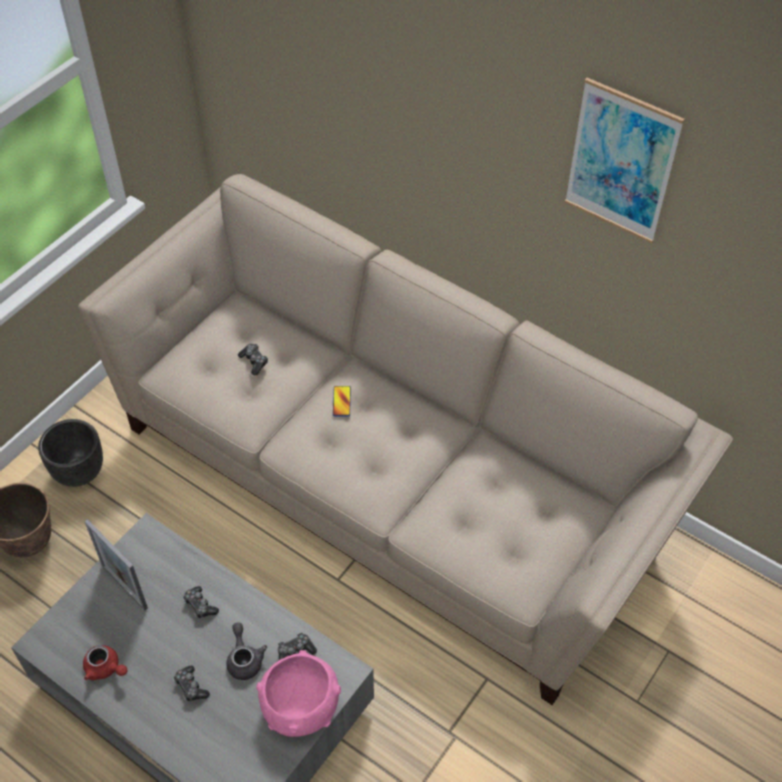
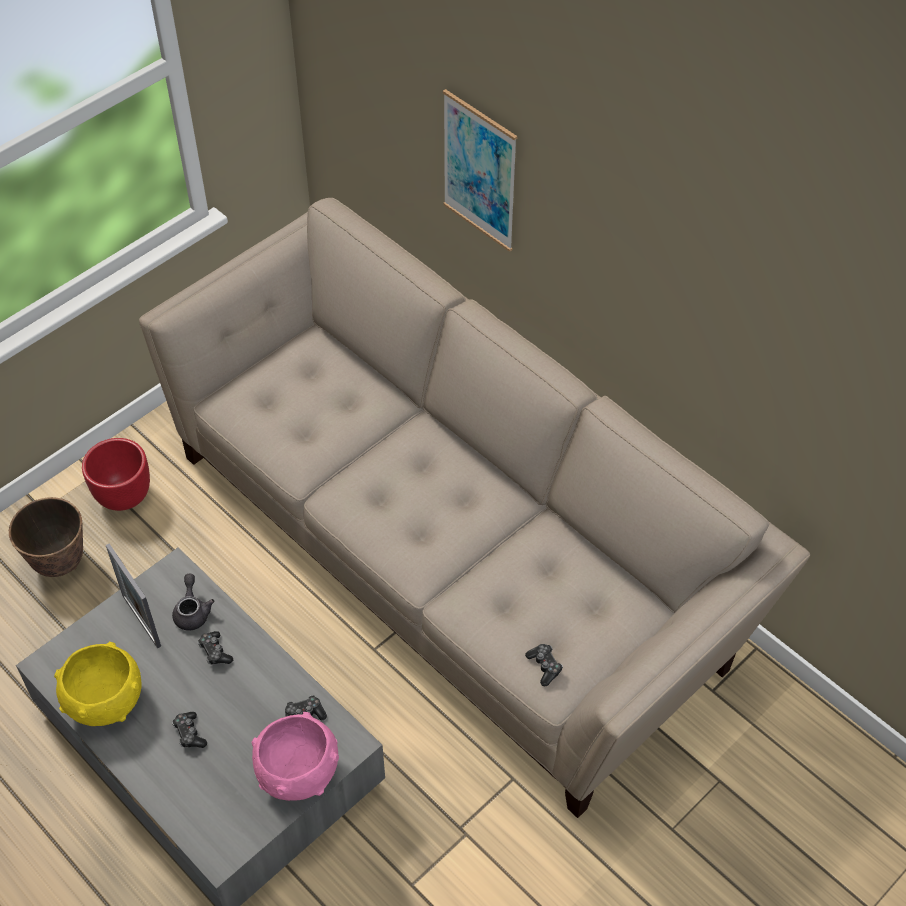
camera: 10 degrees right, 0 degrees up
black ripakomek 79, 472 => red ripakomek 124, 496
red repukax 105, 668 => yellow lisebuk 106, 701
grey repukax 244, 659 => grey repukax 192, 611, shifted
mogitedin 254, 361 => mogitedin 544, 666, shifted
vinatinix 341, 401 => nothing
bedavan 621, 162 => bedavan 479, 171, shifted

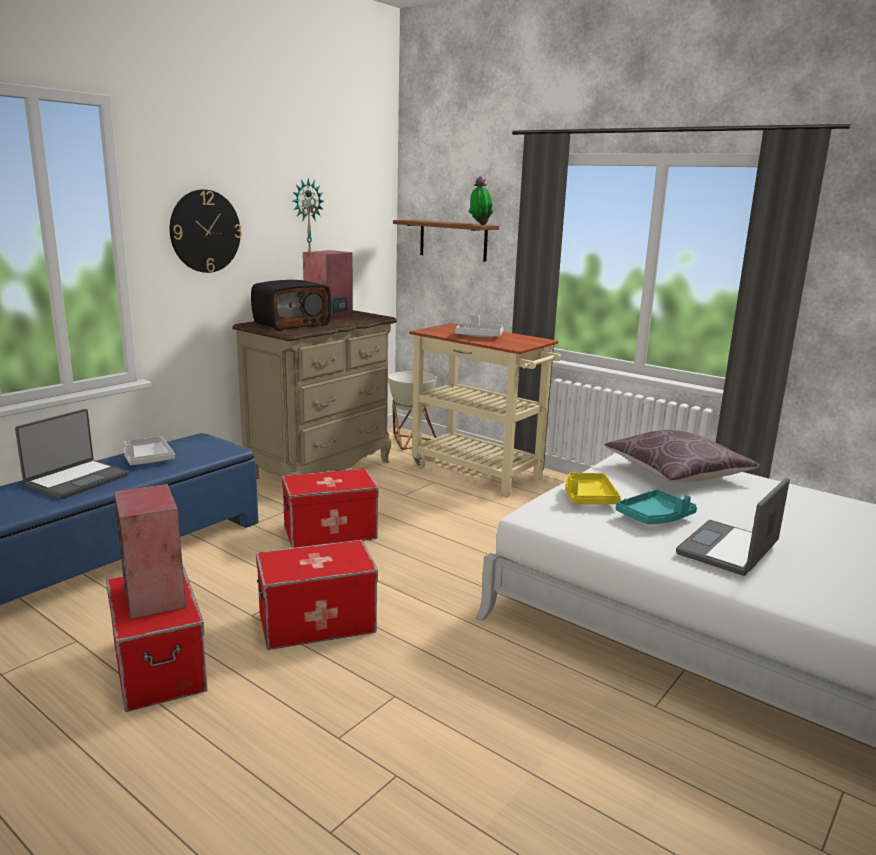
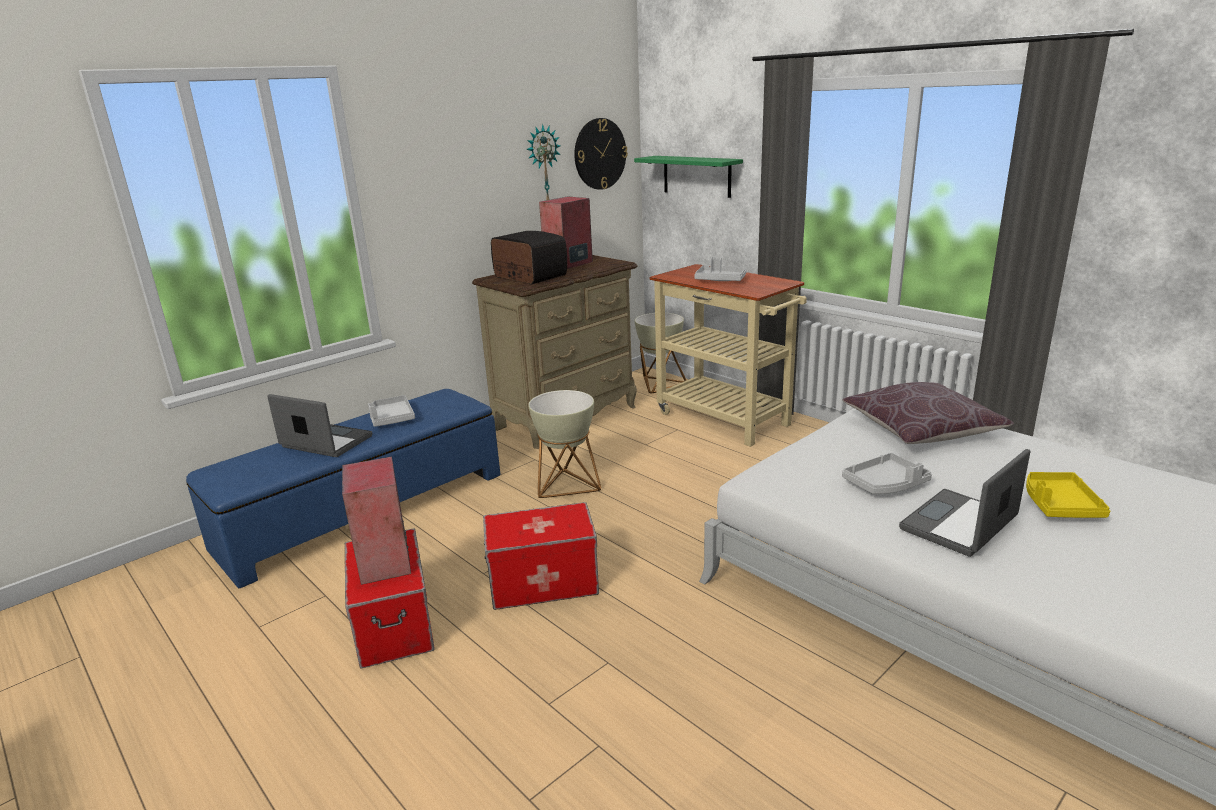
camera: 10 degrees right, 5 degrees up
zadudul 76, 480 => zadudul 325, 442, 105 degrees counterclockwise
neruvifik 205, 231 => neruvifik 600, 154, shifted
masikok 291, 324 => masikok 529, 277, 105 degrees counterclockwise
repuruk 330, 532 => ripakomek 568, 485
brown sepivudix 453, 240 => green sepivudix 696, 176
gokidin 480, 224 => nothing
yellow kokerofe 588, 497 => yellow kokerofe 1059, 505, shifted
turquoise kokerofe 655, 517 => grey kokerofe 885, 484

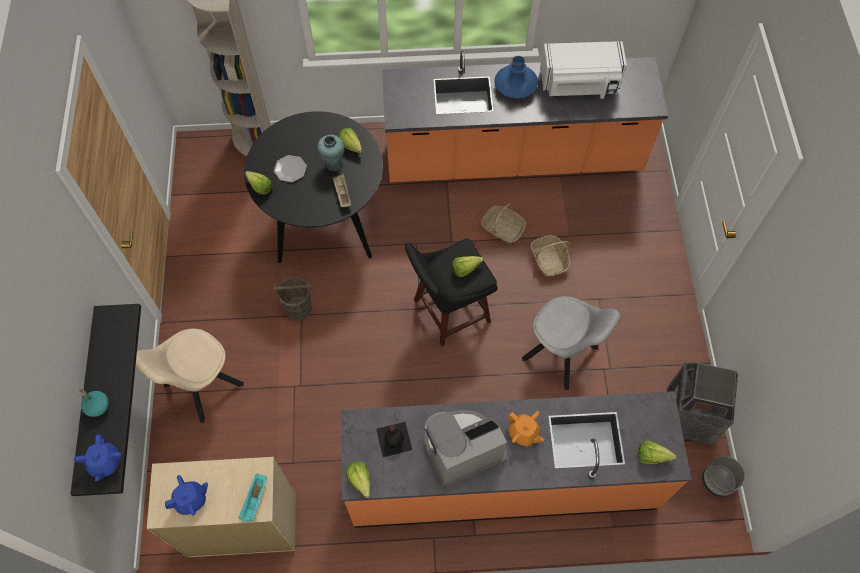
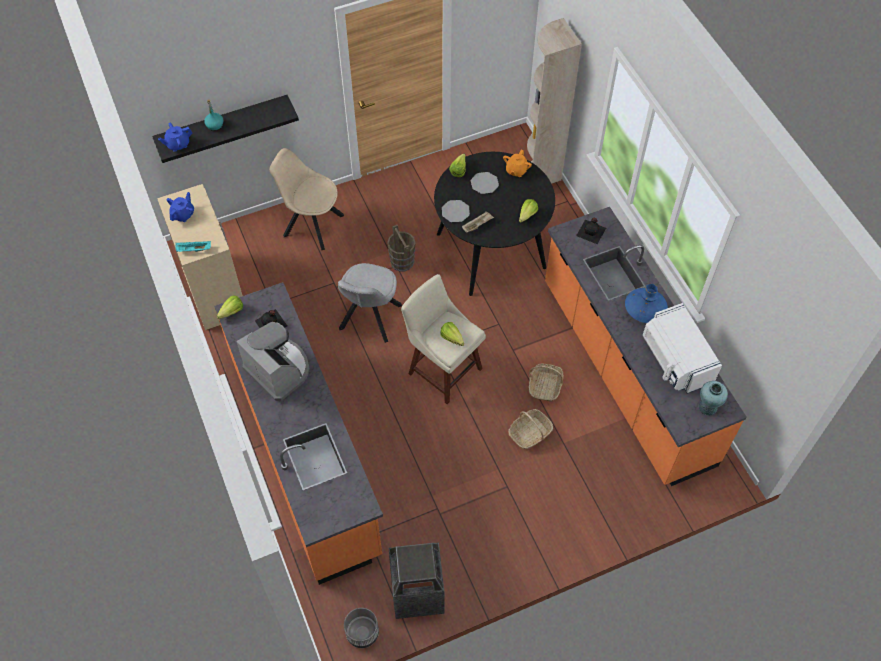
camera: 70 degrees right, 5 degrees down
blue repukax 191, 500 => blue repukax 183, 214, 105 degrees counterclockwise
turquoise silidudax 333, 163 => turquoise silidudax 707, 407, shifted
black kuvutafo 448, 312 => beige kuvutafo 443, 369
orange repukax 523, 433 => orange repukax 516, 170, shifted
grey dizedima 562, 354 => grey dizedima 370, 318, shifted
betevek 655, 457 => nothing
nothing => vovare 455, 212
nothing => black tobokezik 591, 231

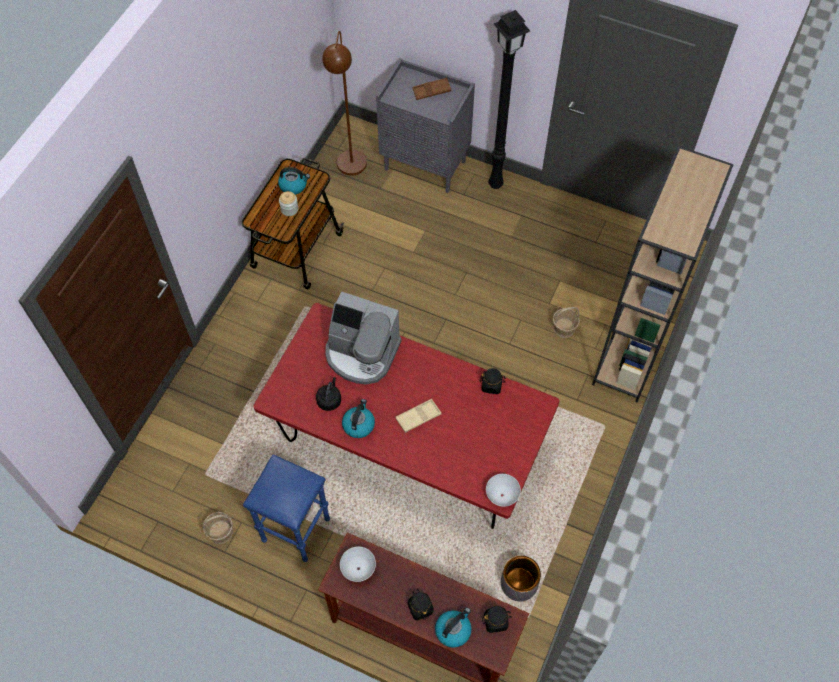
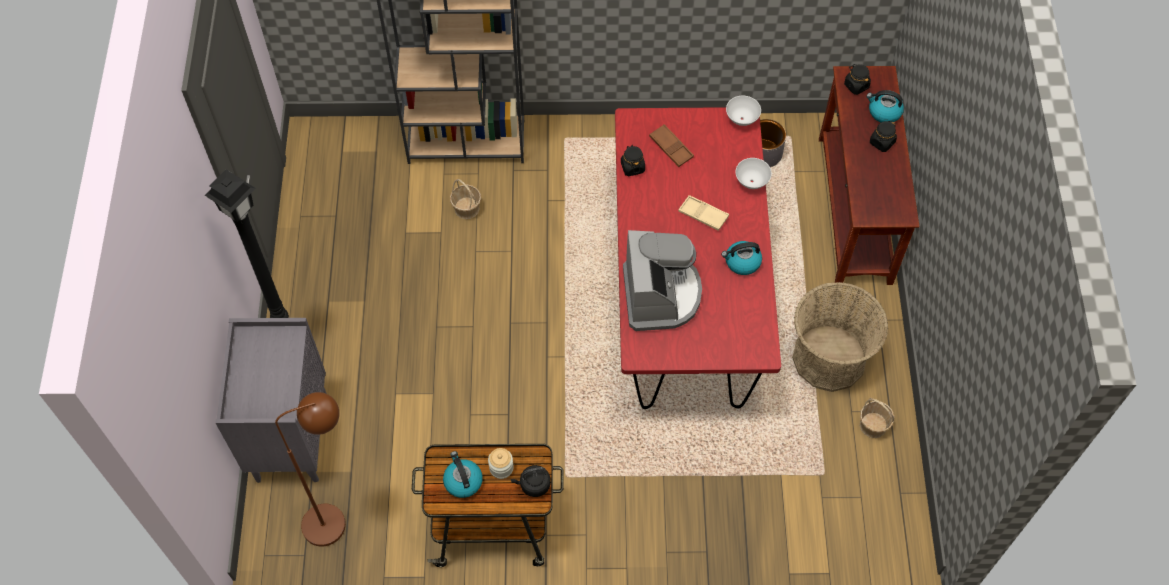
camera: 115 degrees left, 0 degrees up
blue kuvutafo 294, 530 => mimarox 829, 358
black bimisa 329, 400 => black bimisa 533, 485, shifted
white lisebuk 358, 569 => white lisebuk 752, 182, shifted
brown kokerofe 431, 91 => brown kokerofe 671, 148, shifted

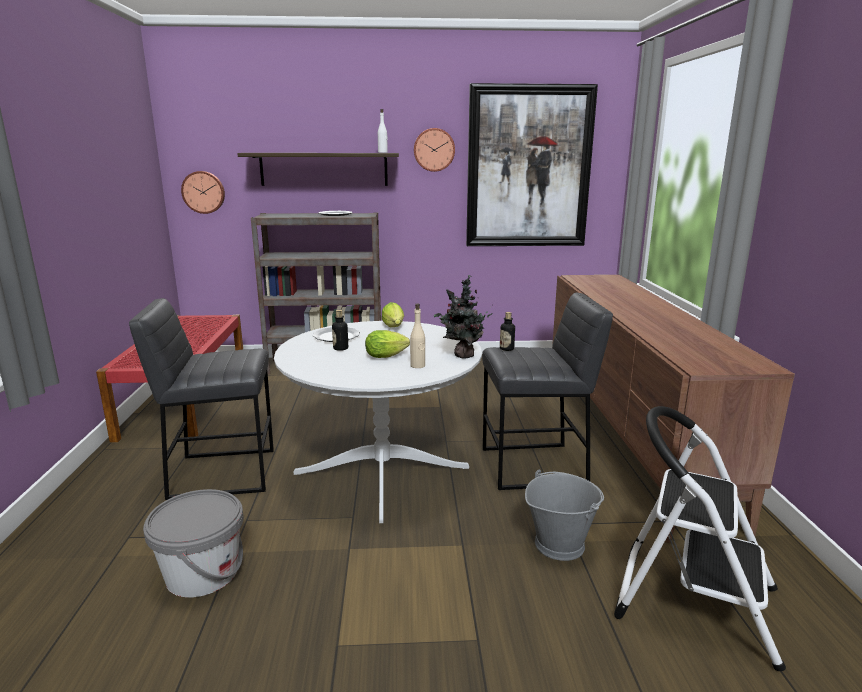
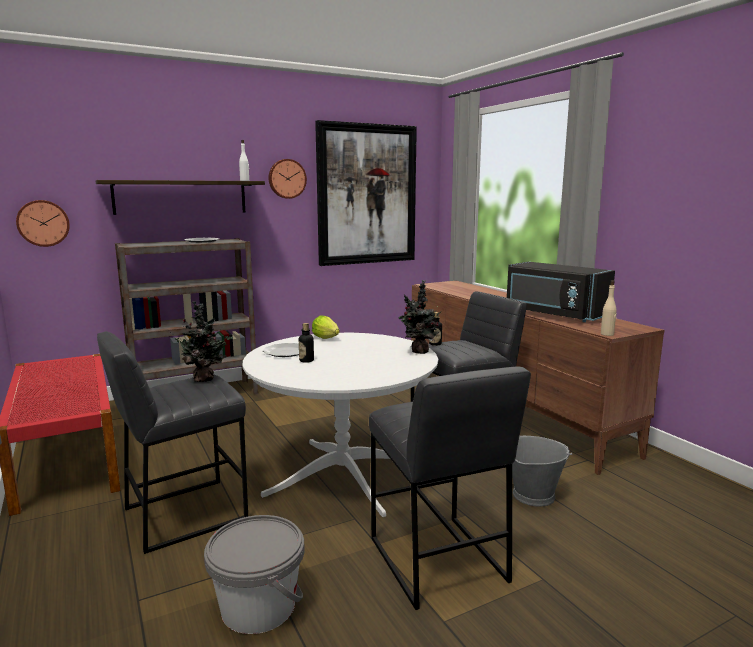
camera: 25 degrees left, 5 degrees down
betevek 388, 356 => nothing
beige tobokezik 418, 366 => beige tobokezik 607, 334, shifted
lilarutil 690, 600 => nothing
nothing => gokidin 205, 379
nothing => grey kuvutafo 438, 561
nothing => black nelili 553, 314

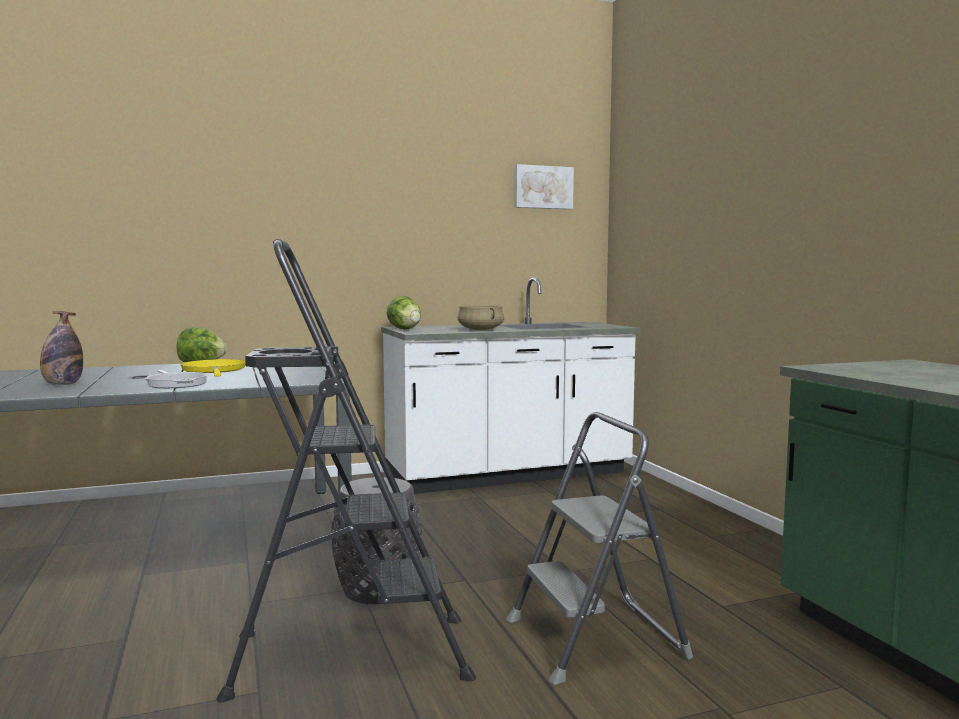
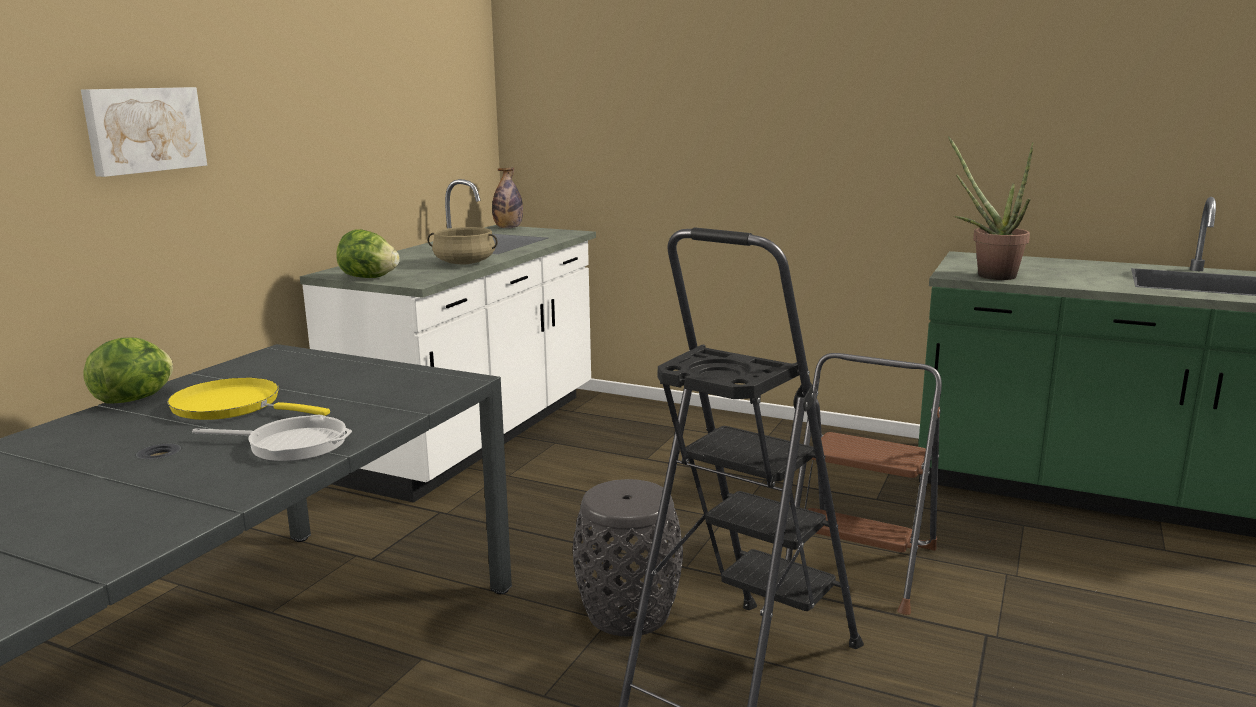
camera: 45 degrees left, 10 degrees up
tobokezik 63, 384 => tobokezik 508, 228, shifted
grey lilarutil 602, 637 => brown lilarutil 863, 562
bedavan 543, 187 => bedavan 144, 129, shifted
nothing => gokidin 988, 275

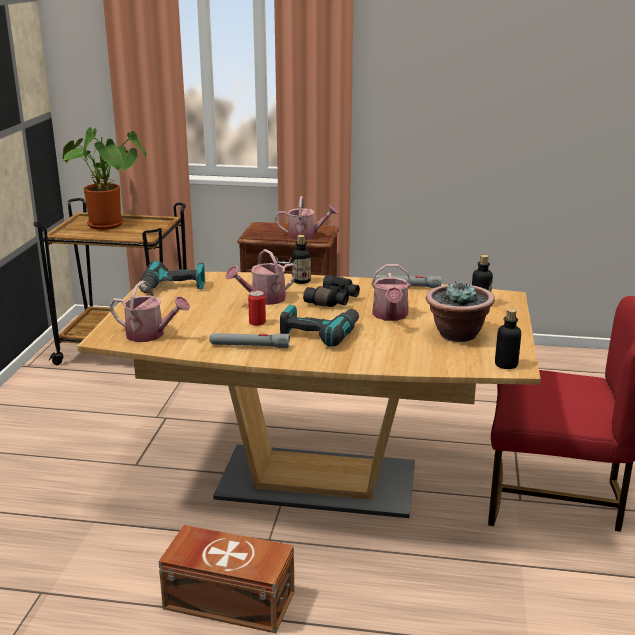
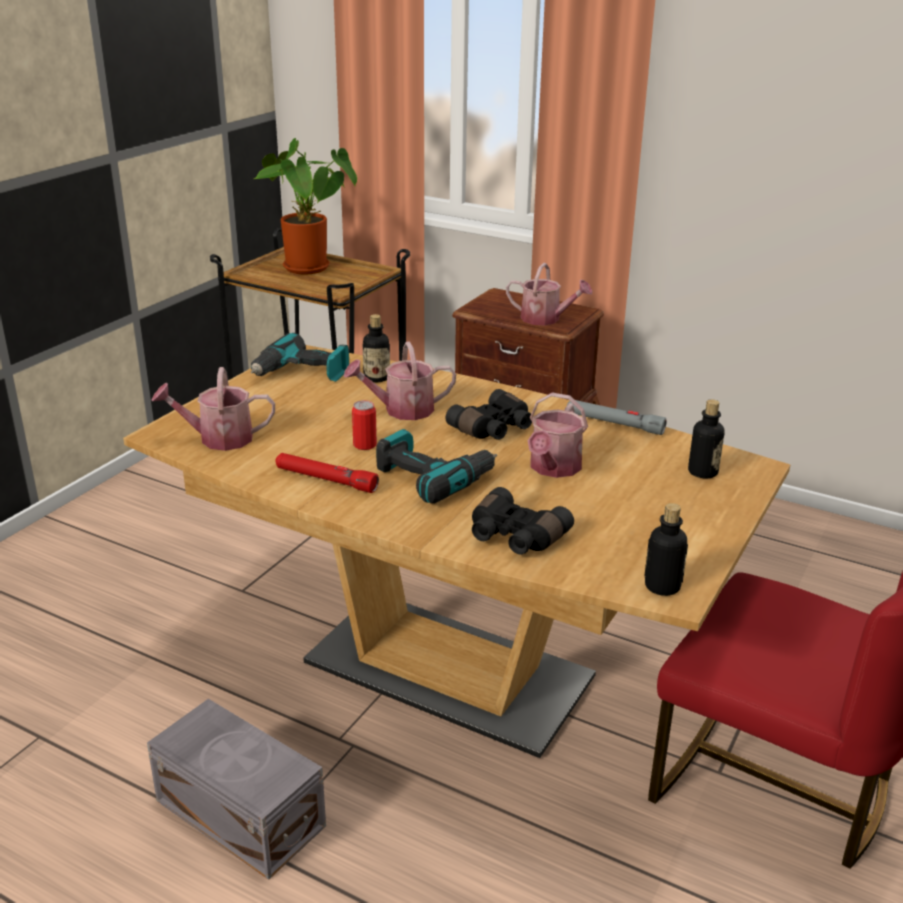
camera: 20 degrees right, 5 degrees up
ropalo 150, 335 => ropalo 218, 438, 135 degrees clockwise
brown repuruk 228, 599 => grey repuruk 240, 810
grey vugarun 249, 346 => red vugarun 325, 480
tobokezik 301, 281 => tobokezik 376, 378, shifted
gokidin 457, 334 => nothing
nothing => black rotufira 514, 537

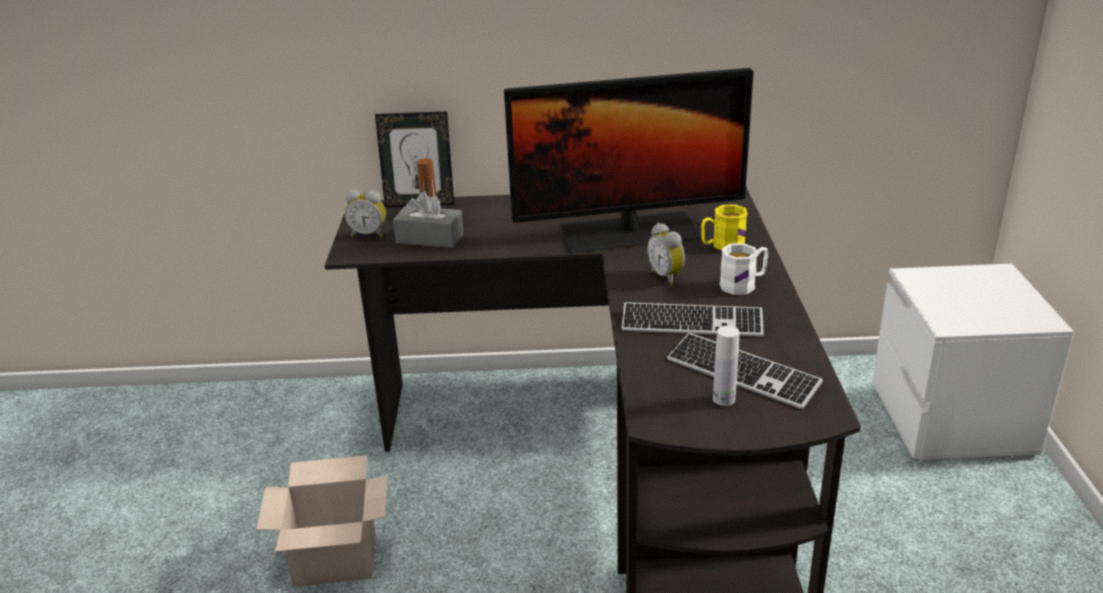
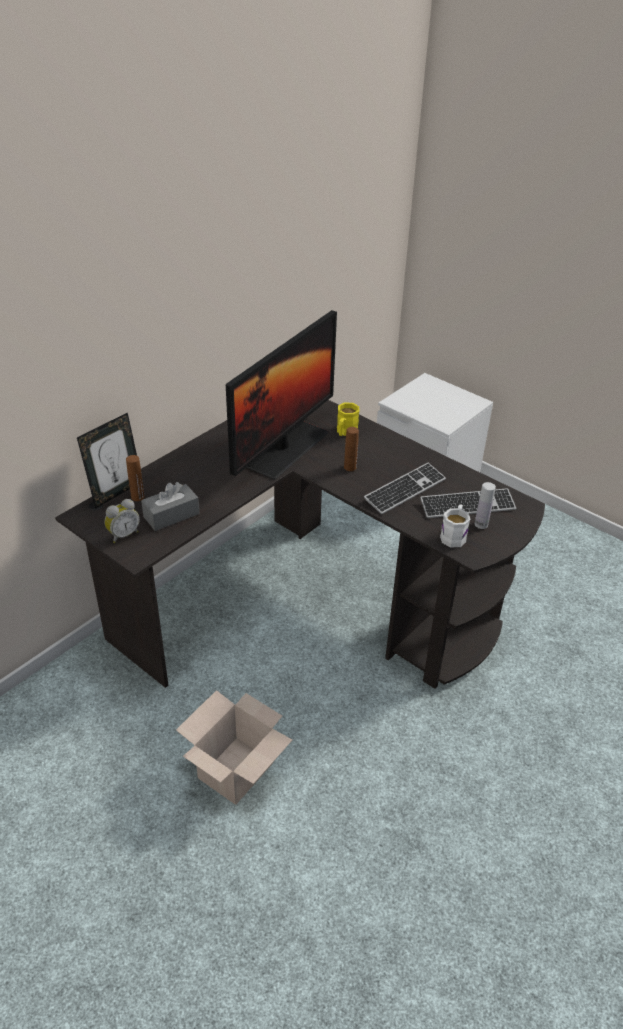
camera: 50 degrees left, 10 degrees up
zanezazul 667, 276 => brown tobokezik 350, 467
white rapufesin 744, 284 => white rapufesin 454, 535, shifted

